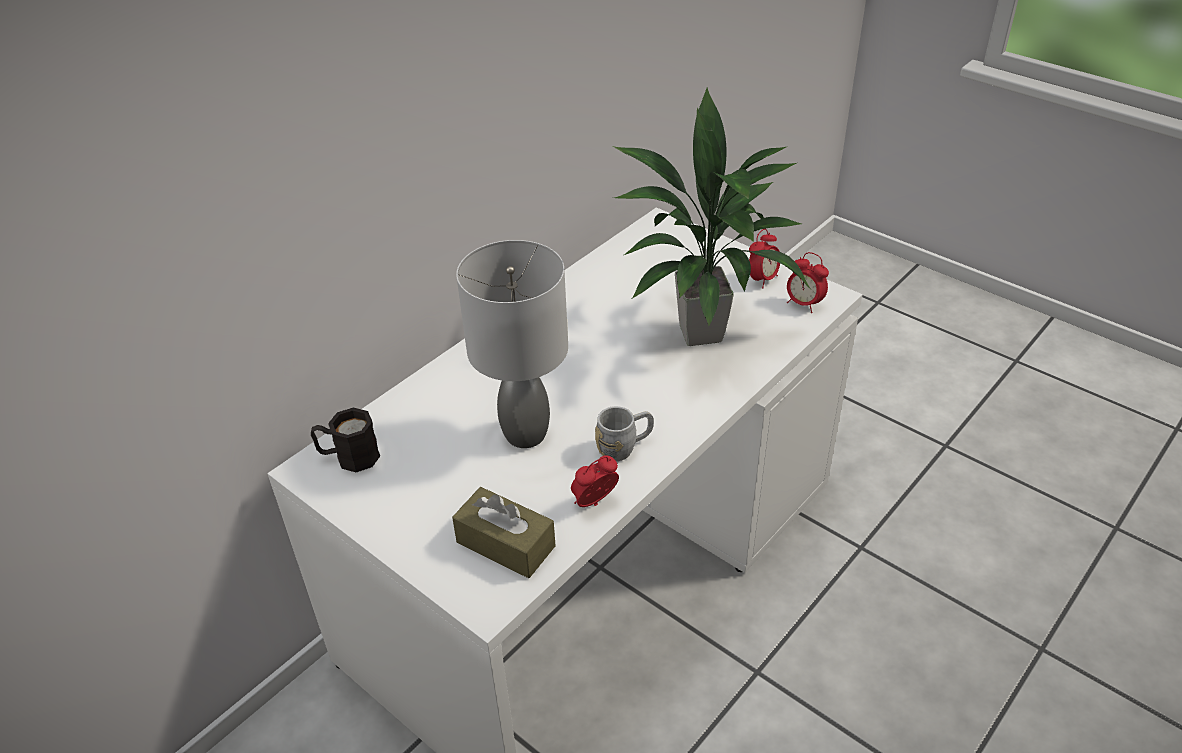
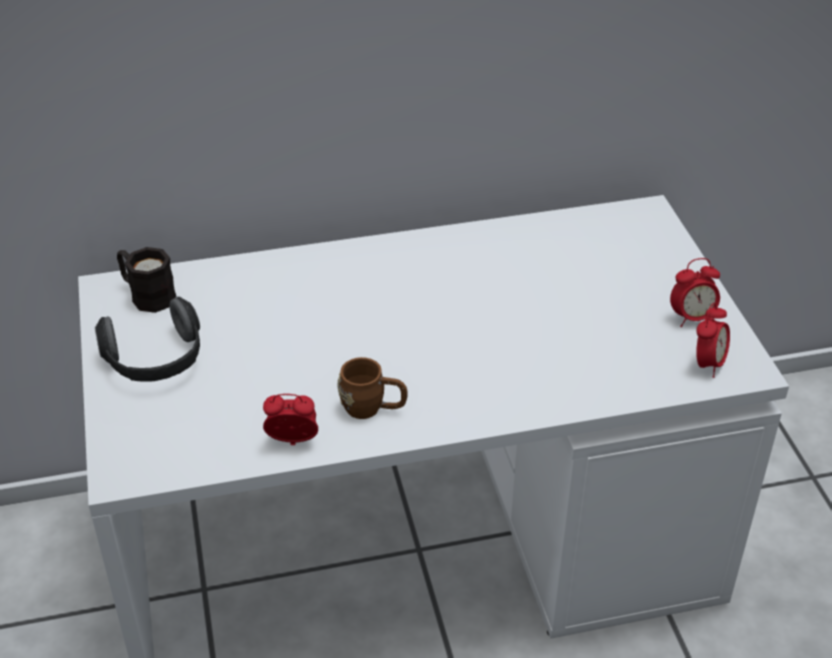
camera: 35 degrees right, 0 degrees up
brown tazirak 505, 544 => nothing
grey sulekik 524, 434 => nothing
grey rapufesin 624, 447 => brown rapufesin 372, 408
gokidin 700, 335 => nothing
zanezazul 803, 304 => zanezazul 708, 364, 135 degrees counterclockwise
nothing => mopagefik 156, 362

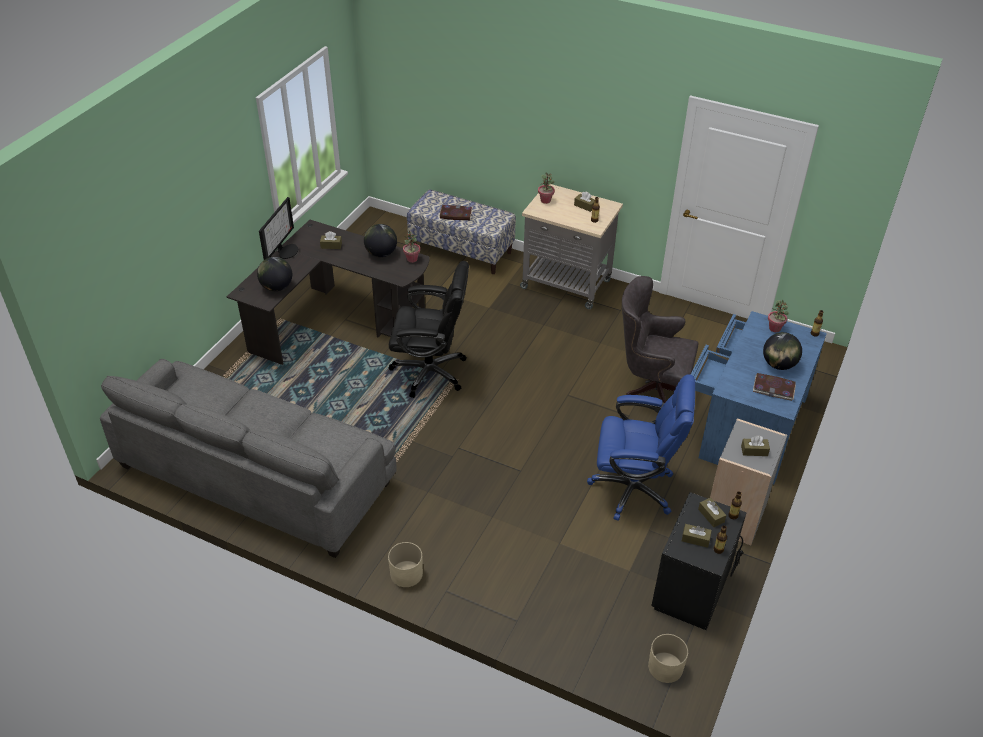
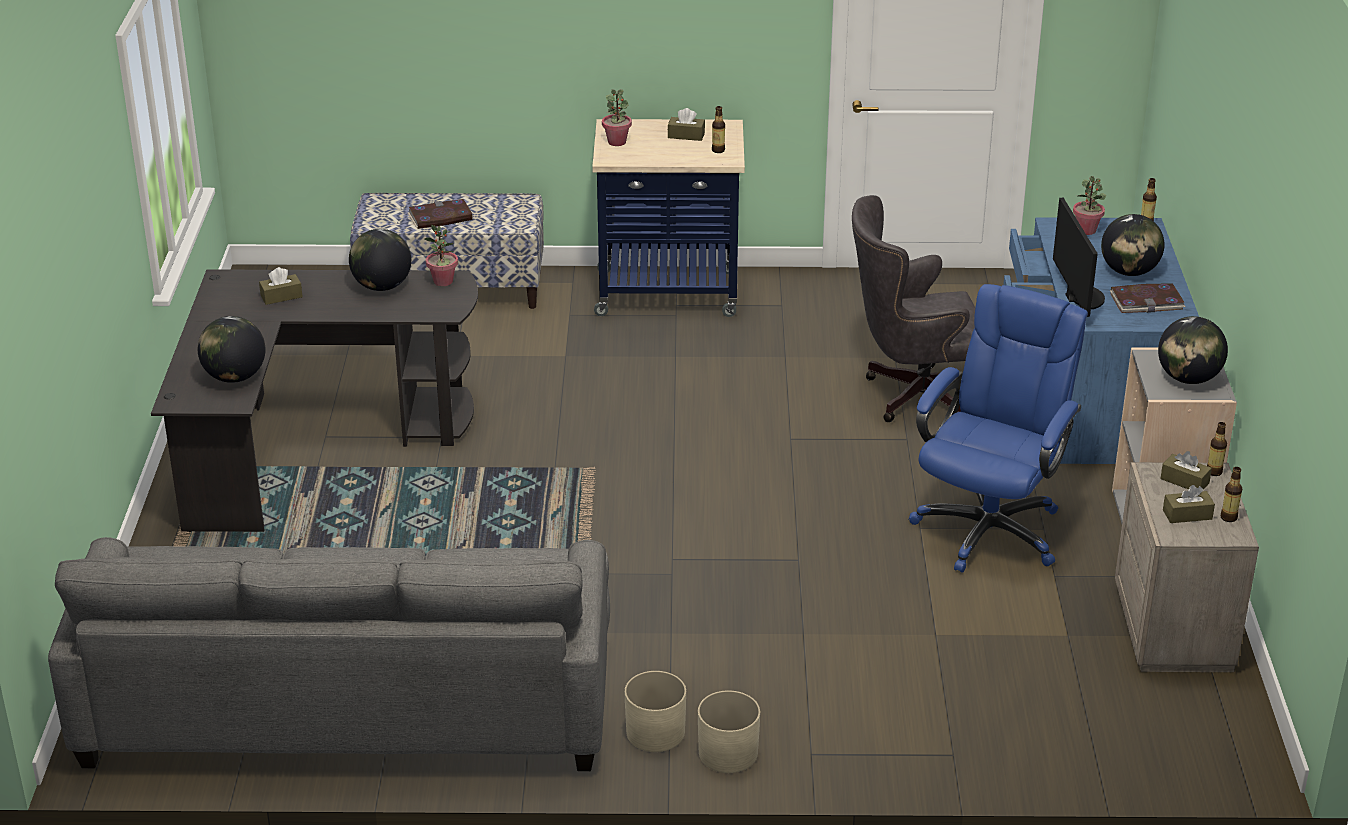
camera: 25 degrees left, 10 degrees down
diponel 286, 251 => diponel 1081, 297, shifted
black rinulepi 429, 372 => nothing
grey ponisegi 566, 285 => blue ponisegi 668, 293
blue rinulepi 633, 488 => blue rinulepi 988, 530, 45 degrees counterclockwise
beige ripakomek 665, 667 => beige ripakomek 655, 733, shifted
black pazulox 692, 589 => beige pazulox 1175, 629
brown tazirak 754, 451 => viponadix 1188, 378

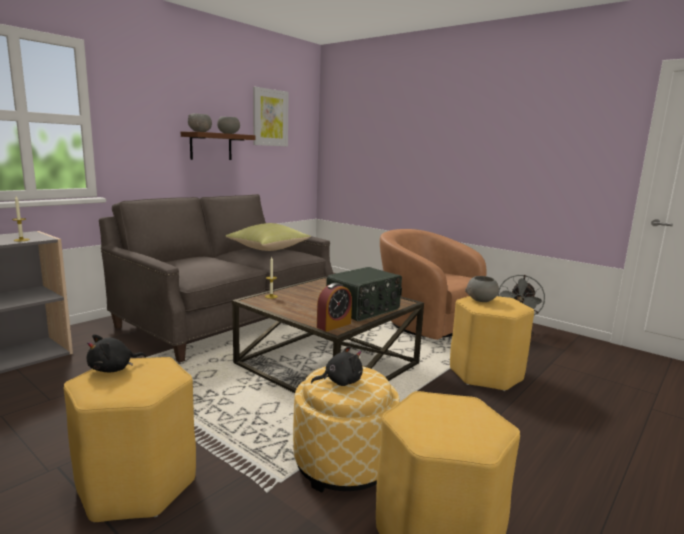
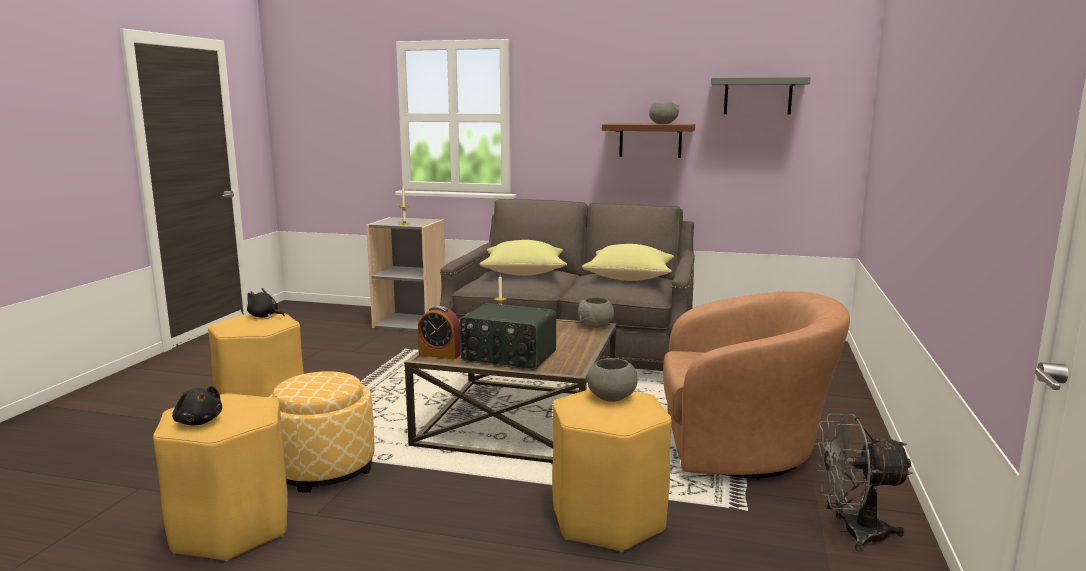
camera: 65 degrees right, 0 degrees up
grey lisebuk 200, 132 => grey lisebuk 596, 326, shifted
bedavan 270, 117 => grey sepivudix 757, 96
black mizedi 340, 382 => black mizedi 198, 421, shifted
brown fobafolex 425, 324 => brown fobafolex 742, 451, 75 degrees clockwise
nothing => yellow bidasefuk 525, 273

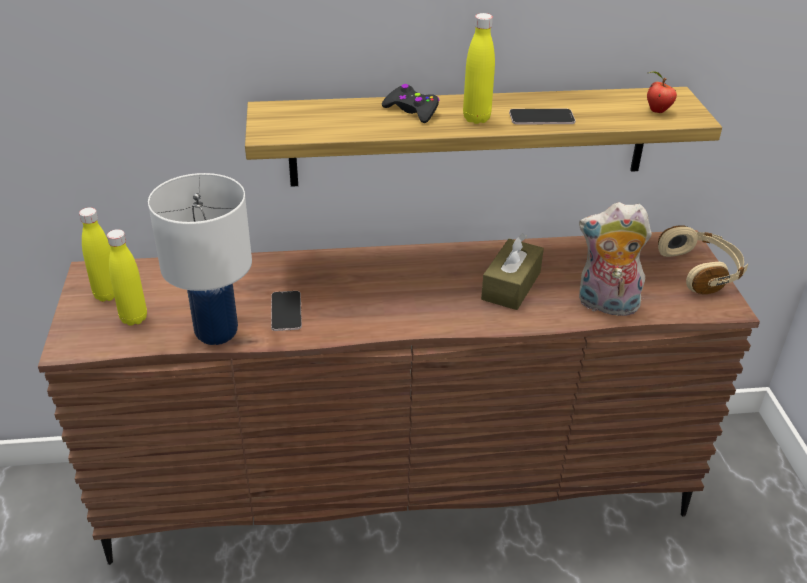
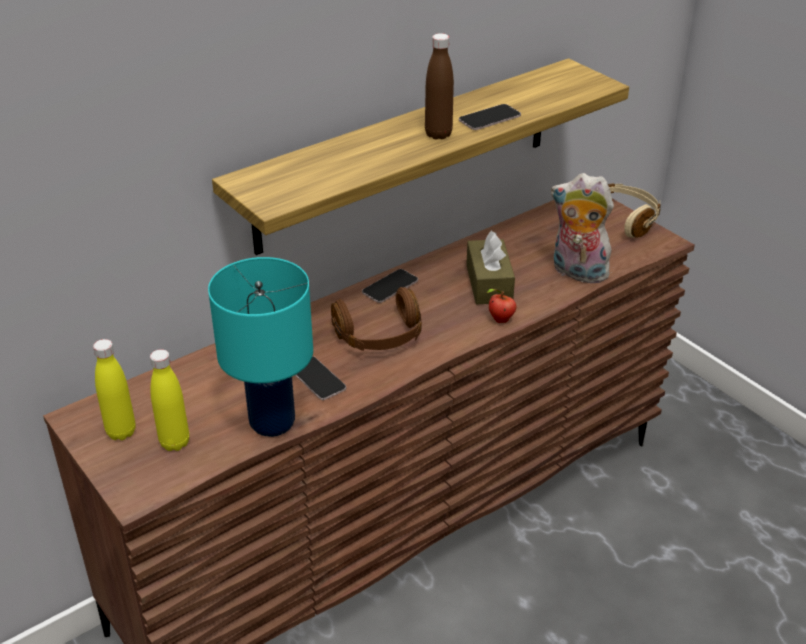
camera: 30 degrees left, 0 degrees up
white sulekik 214, 333 => turquoise sulekik 269, 424
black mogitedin 412, 111 => nothing
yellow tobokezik 476, 118 => brown tobokezik 438, 134
mizedi 605, 305 => mizedi 576, 273, 45 degrees clockwise
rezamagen 656, 111 => rezamagen 500, 320, shifted
nothing => brown mopagefik 379, 337
nothing => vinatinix 390, 286

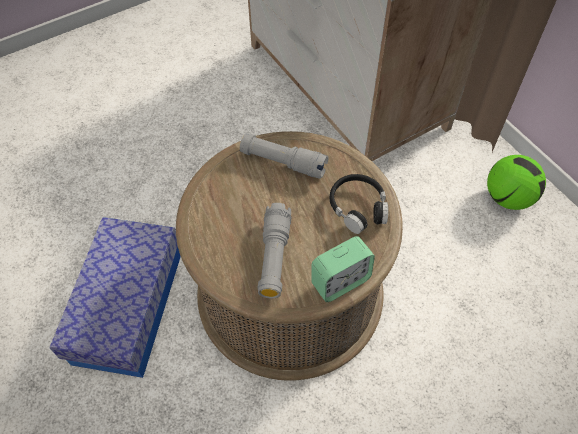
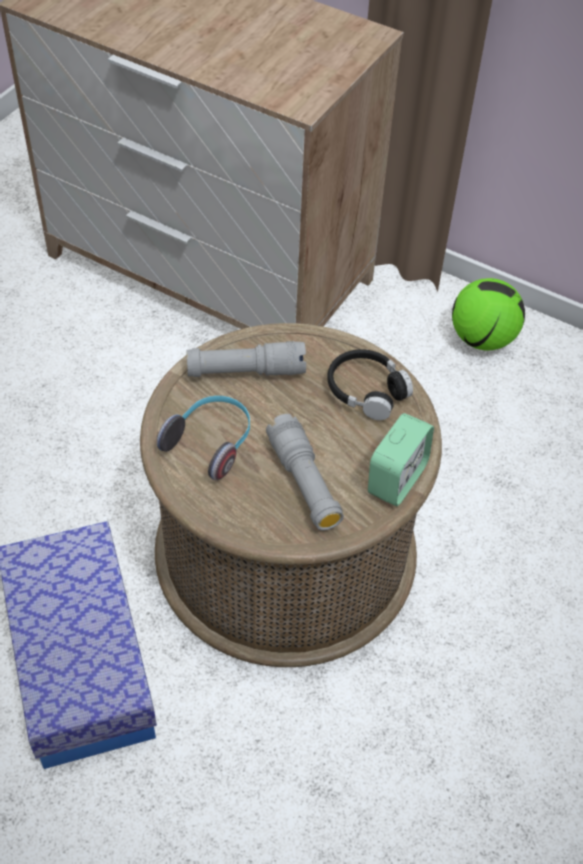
camera: 30 degrees left, 5 degrees down
nothing => mopagefik 211, 443

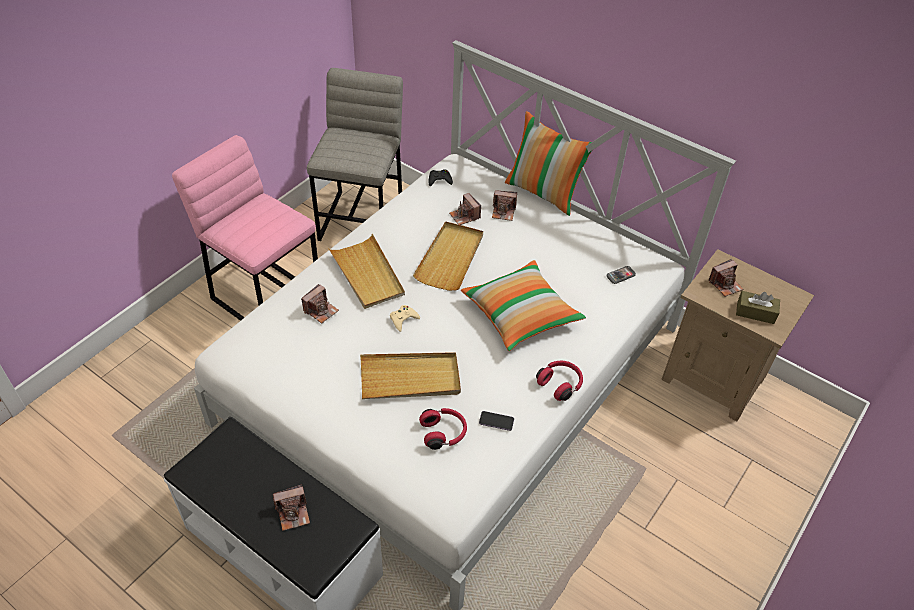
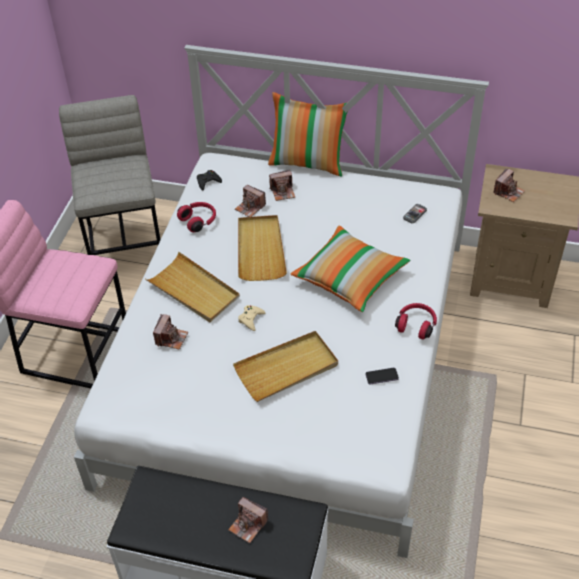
camera: 20 degrees left, 0 degrees up
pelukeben 293, 513 => pelukeben 248, 525, 75 degrees clockwise
red mopagefik 444, 433 => red mopagefik 199, 221, shifted
brown tazirak 755, 312 => nothing

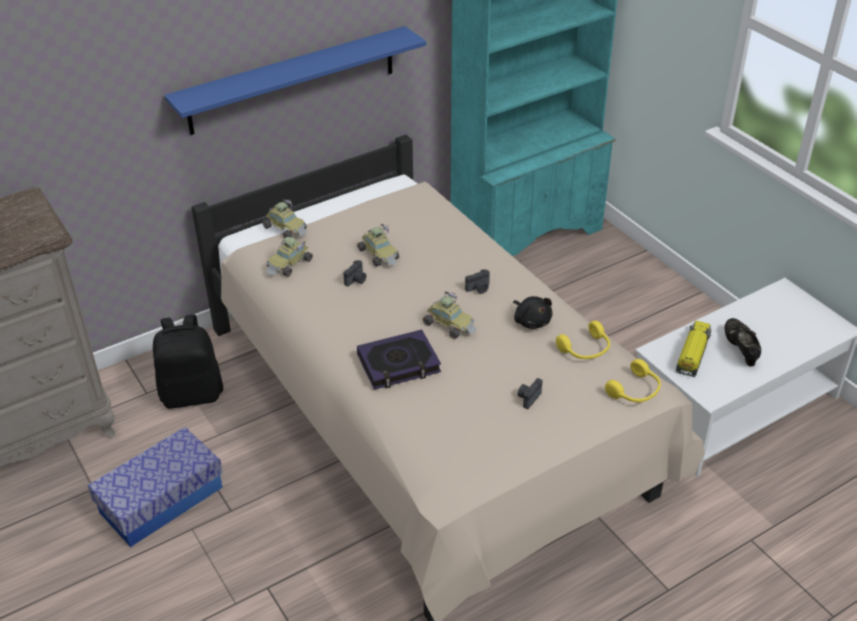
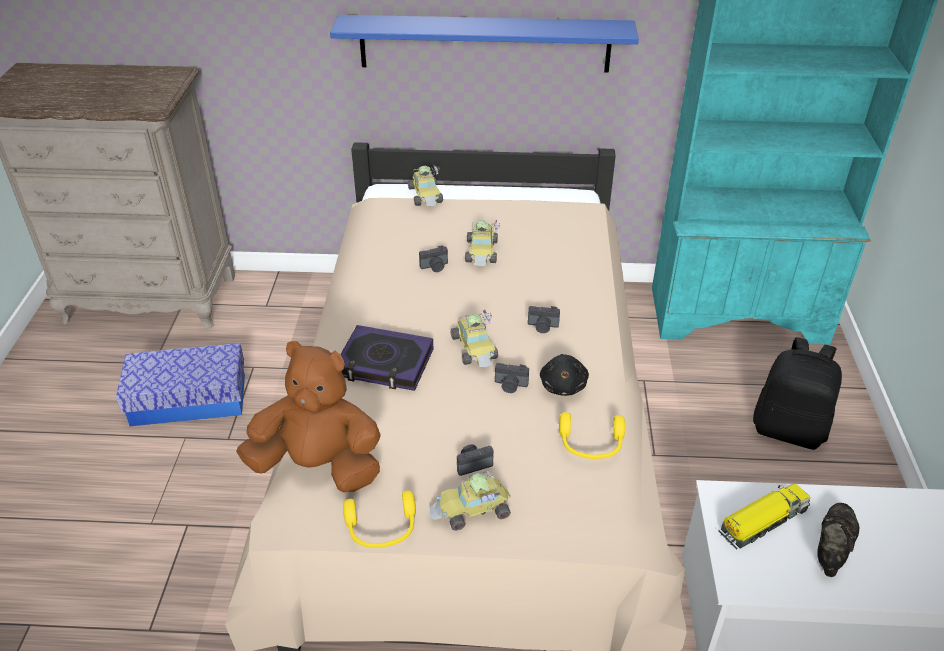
camera: 35 degrees right, 0 degrees up
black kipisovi 192, 394 => black kipisovi 789, 429, shifted
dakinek 290, 264 => dakinek 473, 510, shifted
yellow mopagefik 635, 391 => yellow mopagefik 382, 529, shifted
nothing => brown mizedi 319, 466
nothing => pelukeben 510, 386

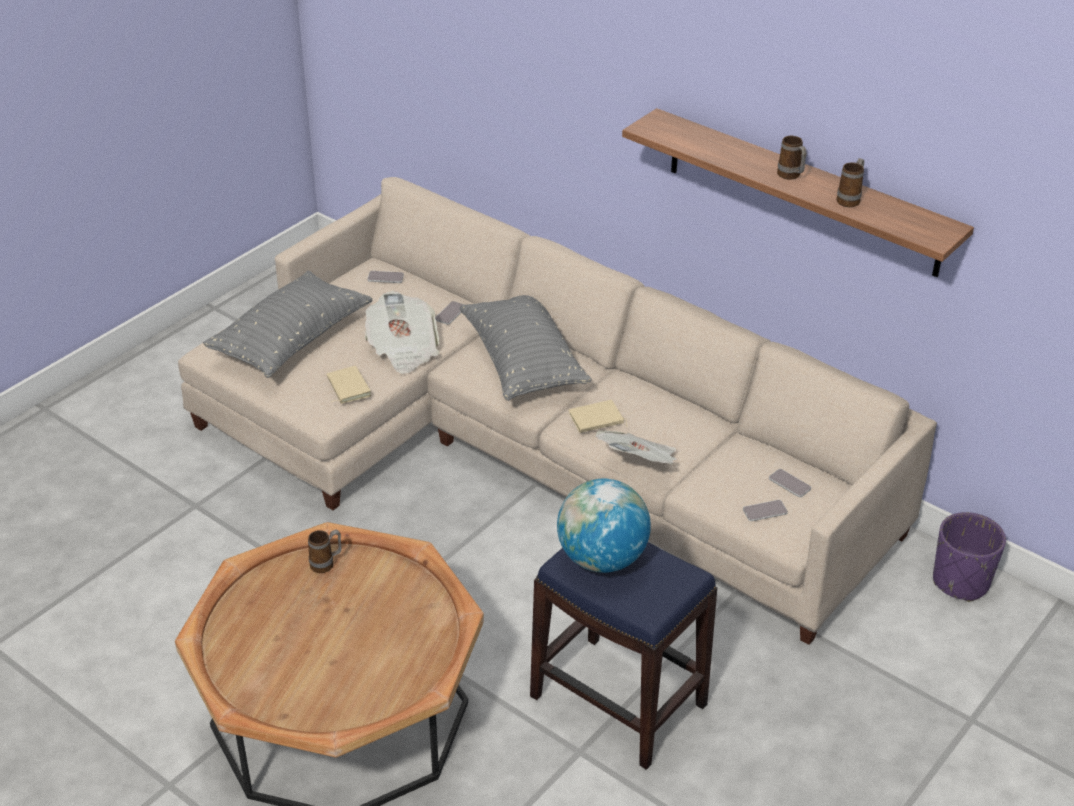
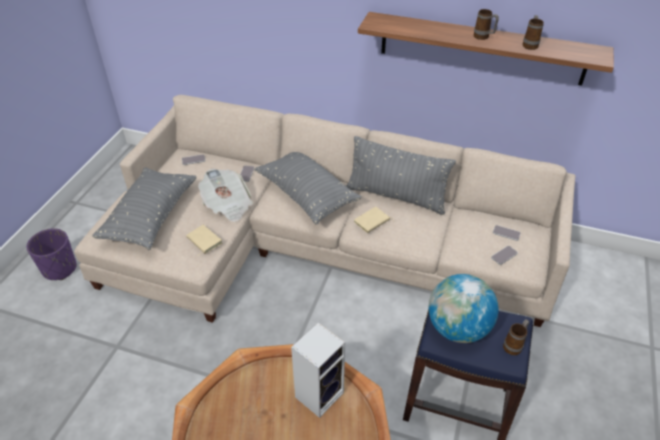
camera: 20 degrees left, 5 degrees up
rapufesin 326, 564 => rapufesin 514, 345, shifted
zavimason 639, 464 => nothing
purple ripakomek 961, 582 => purple ripakomek 60, 269, shifted
nothing => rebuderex 320, 393
nothing => grey bidasefuk 396, 196

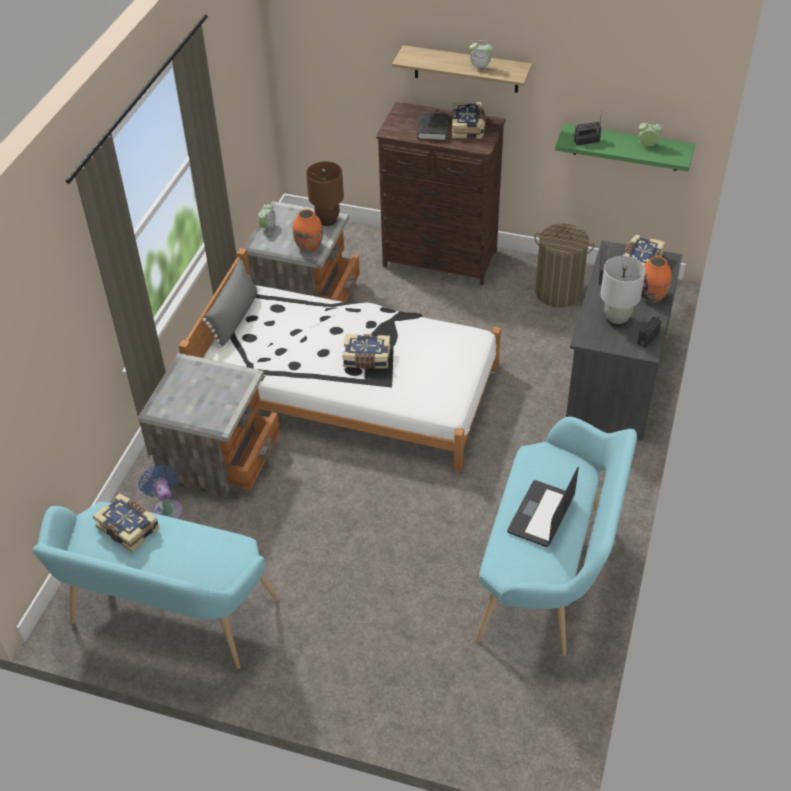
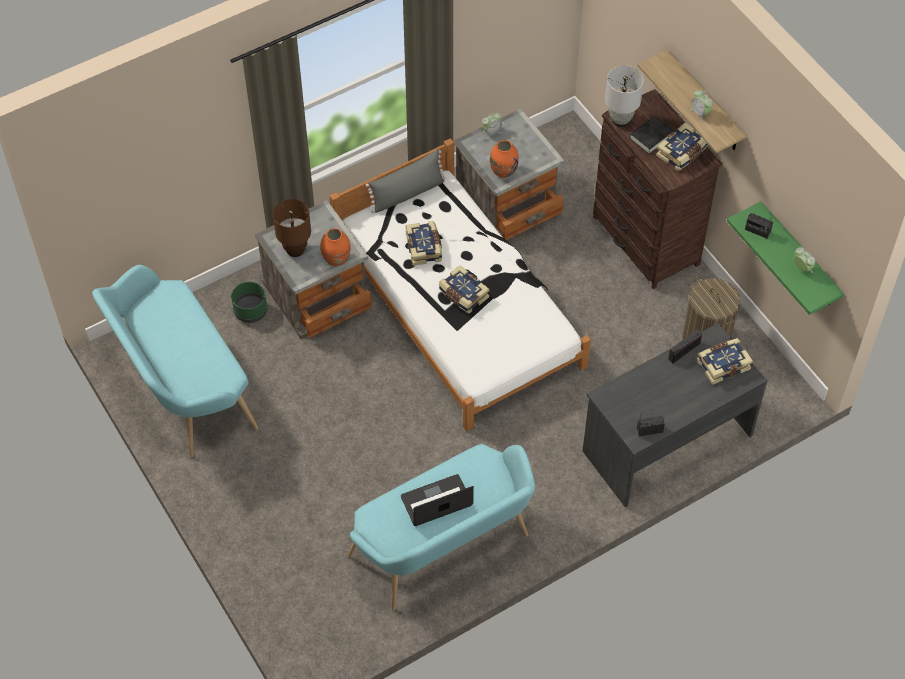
camera: 40 degrees right, 10 degrees up
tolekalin 129, 527 => tolekalin 424, 248, shifted
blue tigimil 166, 509 => green ripakomek 250, 311
brown sulekik 328, 220 => brown sulekik 295, 249, shifted
white sulekik 616, 319 => white sulekik 620, 119, shifted
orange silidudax 652, 296 => orange silidudax 336, 259, shifted

